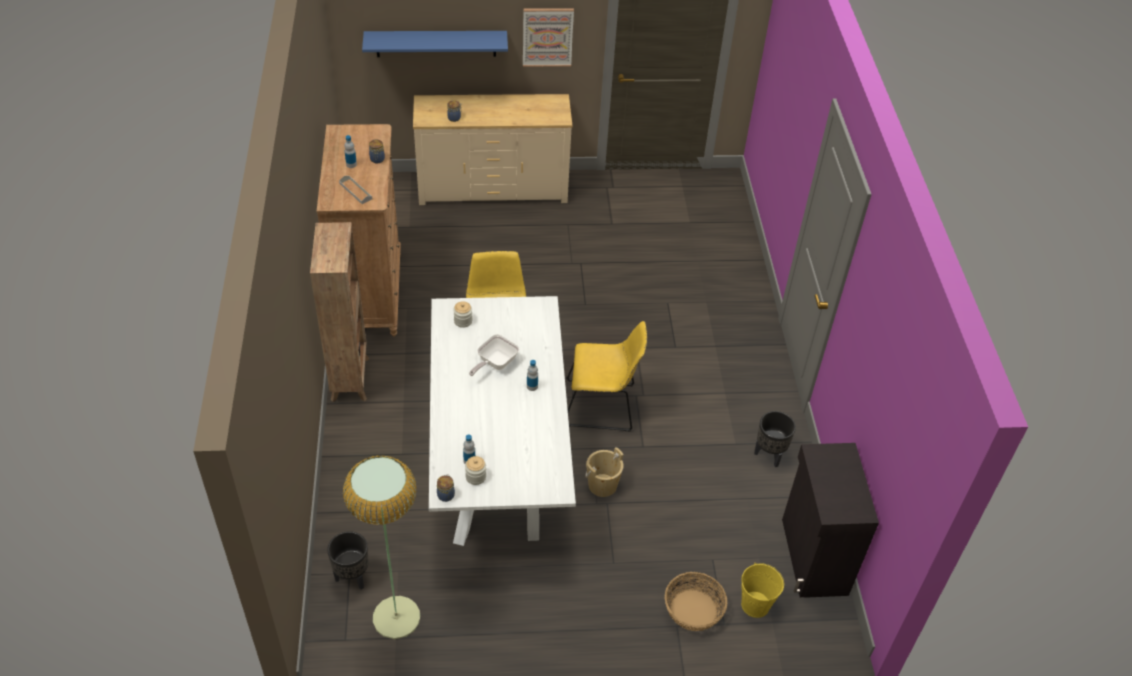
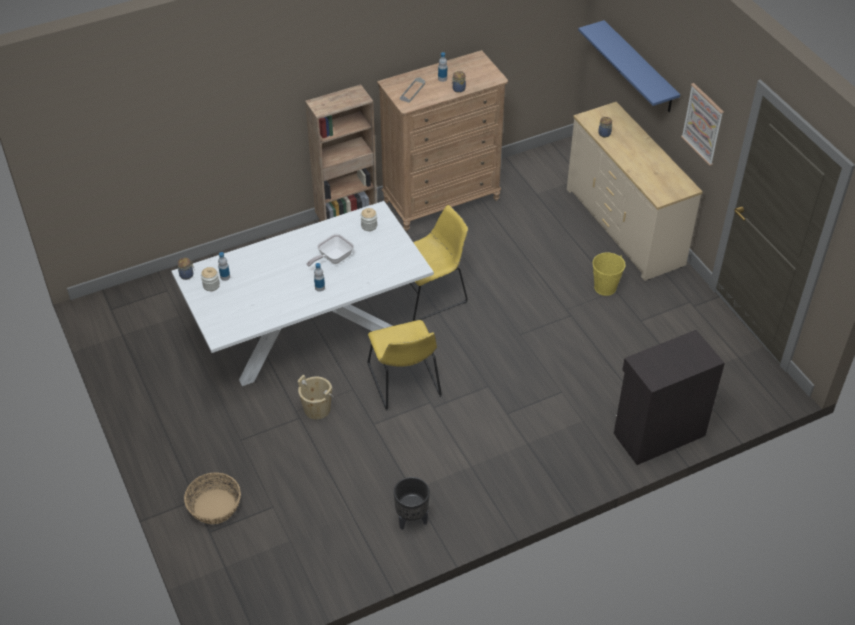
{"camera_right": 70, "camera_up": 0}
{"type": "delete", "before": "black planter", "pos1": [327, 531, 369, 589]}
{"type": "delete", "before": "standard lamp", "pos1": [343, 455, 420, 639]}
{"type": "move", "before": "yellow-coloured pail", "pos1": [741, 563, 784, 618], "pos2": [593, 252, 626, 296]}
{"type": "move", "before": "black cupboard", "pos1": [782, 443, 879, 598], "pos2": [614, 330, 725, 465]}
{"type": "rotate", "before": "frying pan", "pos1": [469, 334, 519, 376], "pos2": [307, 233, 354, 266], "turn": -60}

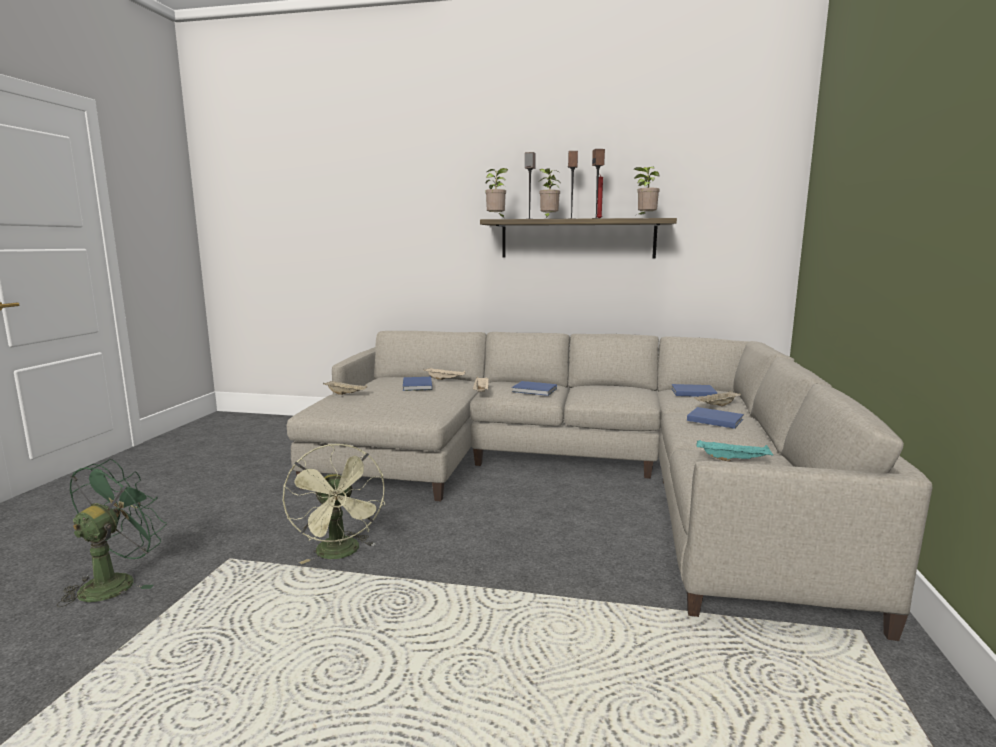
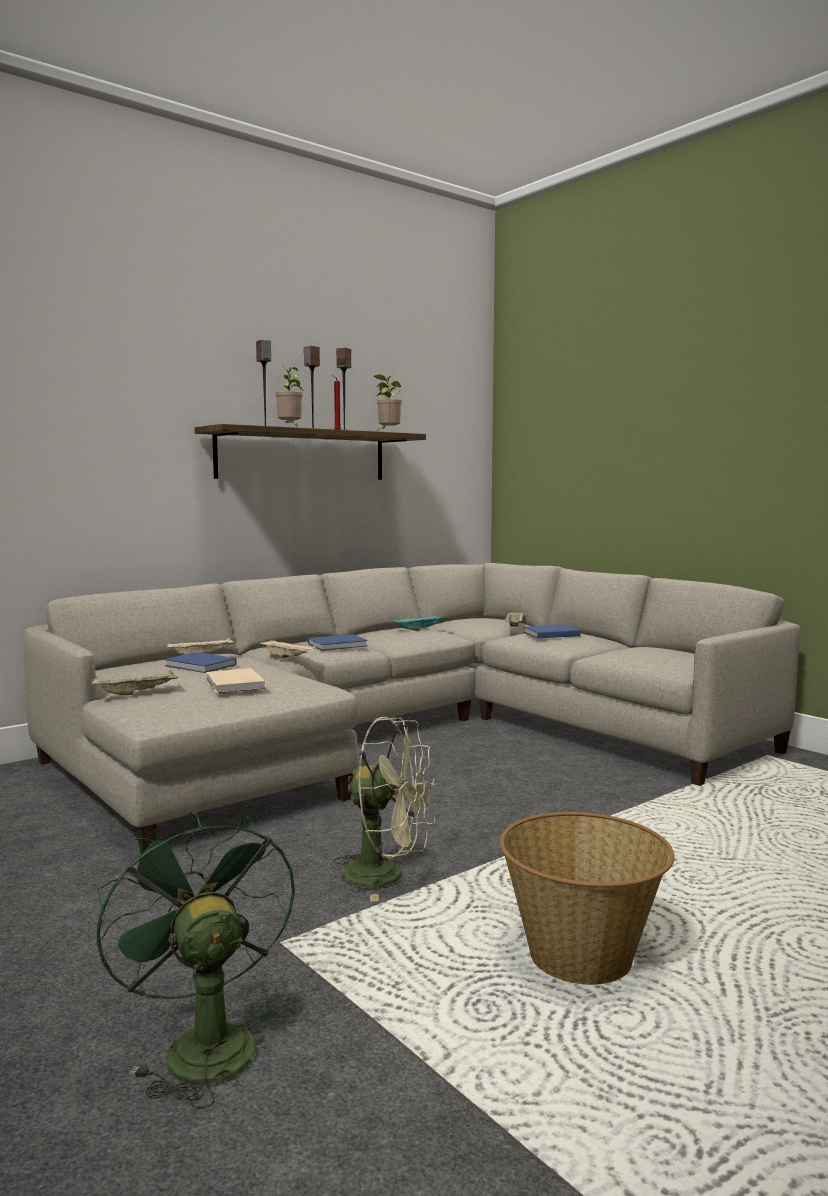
{"camera_right": -50, "camera_up": -5}
{"type": "delete", "before": "potted plant", "pos1": [485, 168, 508, 218]}
{"type": "delete", "before": "blue-coloured volume", "pos1": [671, 384, 717, 397]}
{"type": "insert", "after": "beige-coloured volume", "pos2": [206, 668, 265, 693]}
{"type": "insert", "after": "storage basket", "pos2": [500, 812, 675, 985]}
{"type": "move", "before": "turquoise serving tray", "pos1": [696, 440, 773, 462], "pos2": [393, 614, 448, 631]}

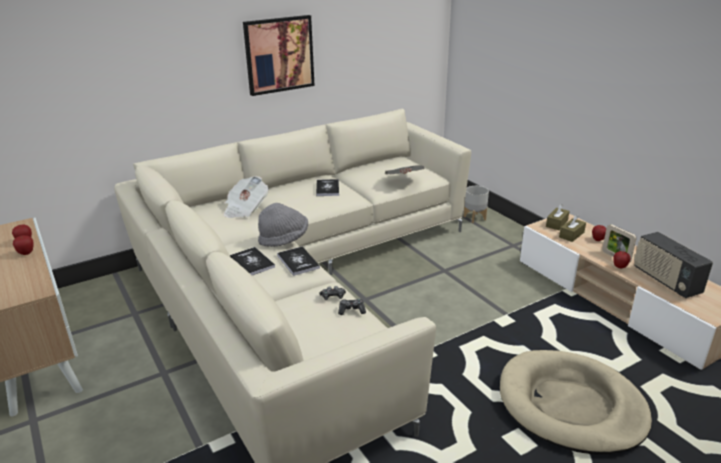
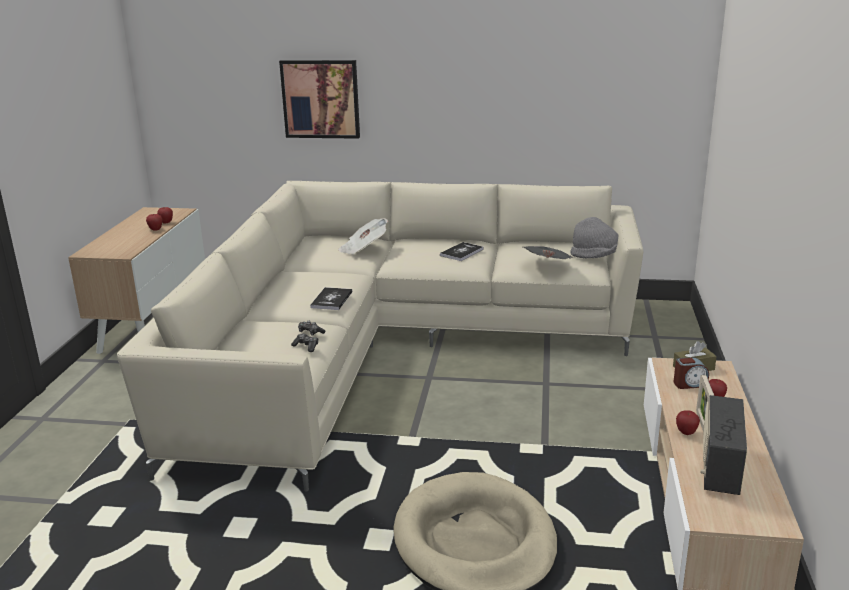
{"camera_right": 40, "camera_up": -5}
{"type": "delete", "before": "volume", "pos1": [230, 247, 275, 275]}
{"type": "delete", "before": "gray planter", "pos1": [464, 186, 489, 223]}
{"type": "move", "before": "wall art", "pos1": [243, 15, 315, 96], "pos2": [279, 60, 360, 139]}
{"type": "move", "before": "gray hat", "pos1": [258, 203, 308, 247], "pos2": [570, 217, 618, 259]}
{"type": "replace", "before": "brown-coloured box of tissues", "after": "bedside clock", "pos1": [559, 215, 586, 242], "pos2": [673, 357, 709, 389]}

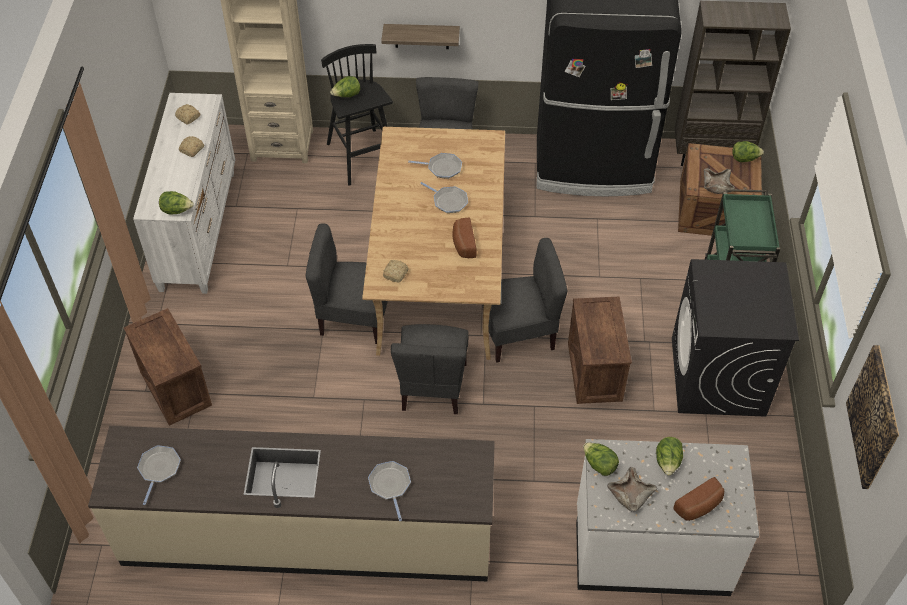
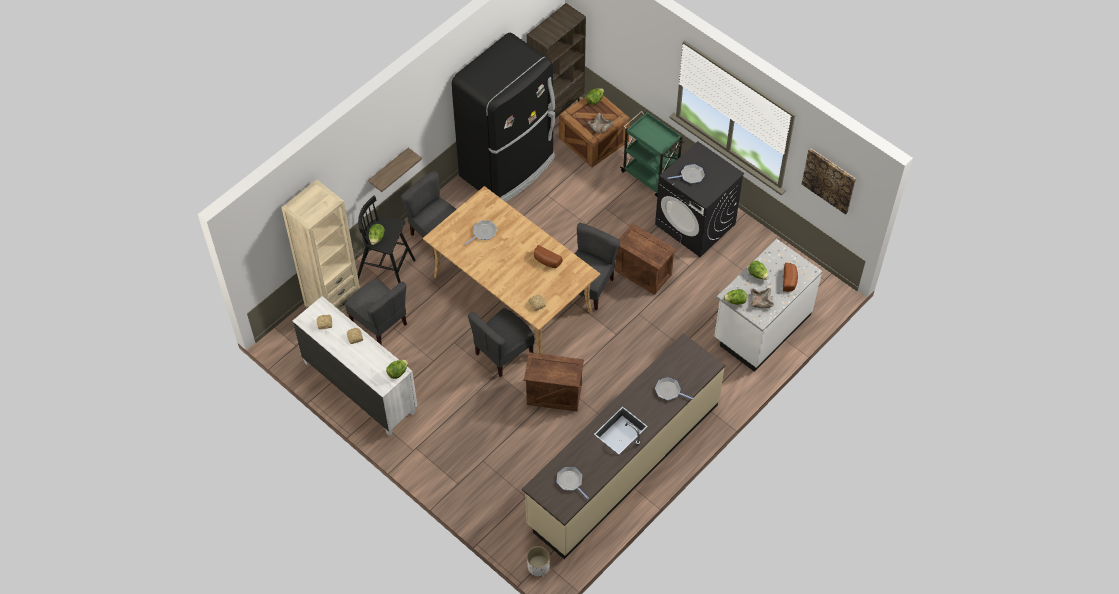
{"camera_right": -50, "camera_up": 5}
{"type": "insert", "after": "white-coloured planter", "pos2": [527, 546, 550, 576]}
{"type": "move", "before": "packing crate", "pos1": [124, 308, 212, 426], "pos2": [524, 352, 584, 411]}
{"type": "move", "before": "gray plain chair", "pos1": [391, 324, 469, 414], "pos2": [345, 278, 407, 344]}
{"type": "move", "before": "frying pan", "pos1": [420, 182, 468, 213], "pos2": [668, 164, 705, 184]}

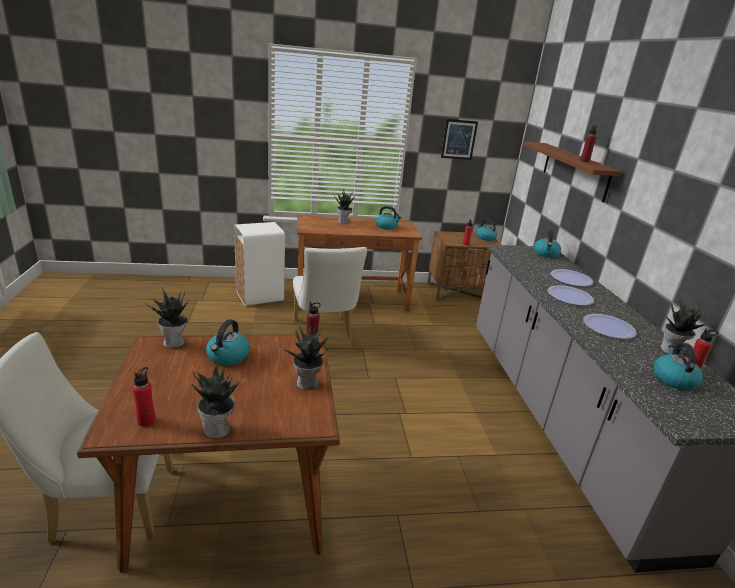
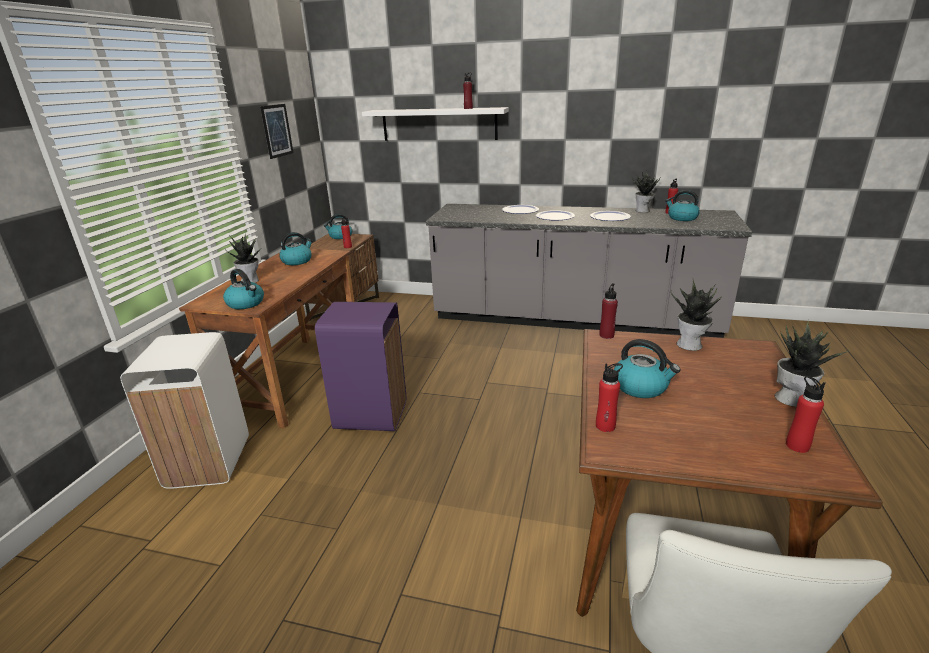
{"camera_right": -65, "camera_up": 0}
{"type": "move", "before": "water kettle", "pos1": [534, 230, 561, 258], "pos2": [223, 269, 264, 309]}
{"type": "replace", "before": "potted plant", "after": "red beverage bottle", "pos1": [146, 288, 189, 348], "pos2": [596, 363, 623, 432]}
{"type": "replace", "before": "white-coloured plain chair", "after": "purplish waste bin", "pos1": [293, 247, 367, 345], "pos2": [315, 302, 406, 431]}
{"type": "recolor", "before": "brown-coloured wall shelf", "after": "white-coloured wall shelf", "pos1": [523, 142, 622, 202], "pos2": [362, 107, 509, 141]}

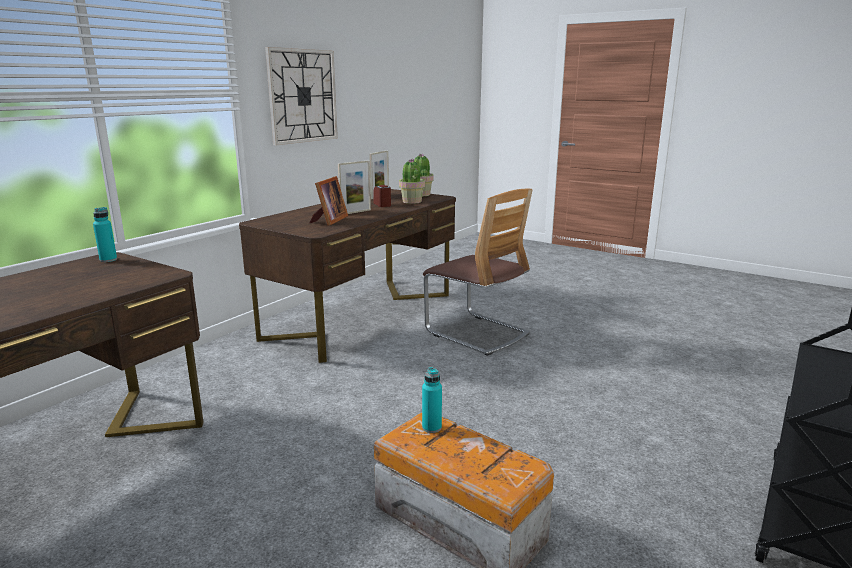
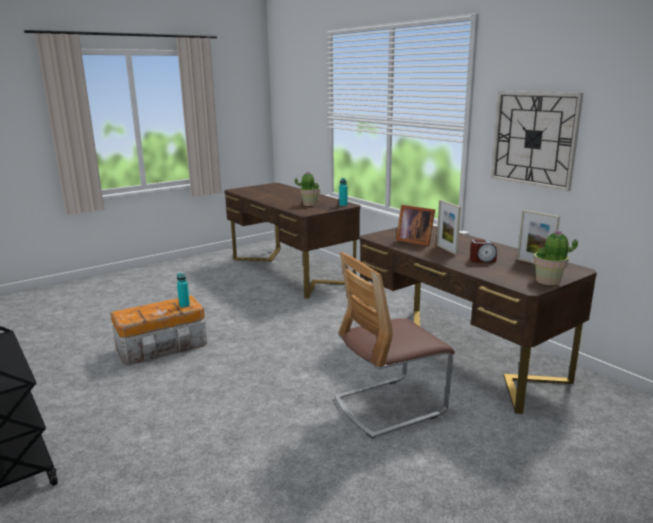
{"camera_right": 110, "camera_up": 0}
{"type": "move", "before": "potted plant", "pos1": [399, 158, 425, 204], "pos2": [295, 172, 320, 206]}

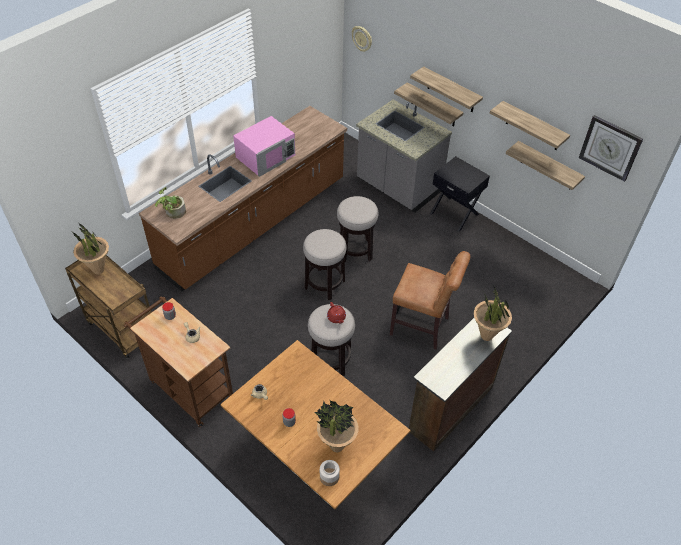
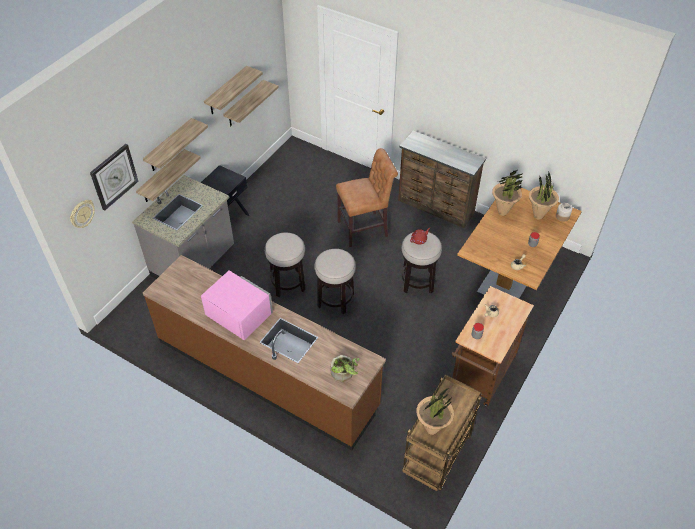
{"camera_right": -100, "camera_up": 0}
{"type": "move", "before": "potted plant", "pos1": [474, 285, 512, 341], "pos2": [492, 170, 523, 216]}
{"type": "move", "before": "wall clock", "pos1": [579, 115, 643, 182], "pos2": [90, 144, 139, 210]}
{"type": "rotate", "before": "brown-coloured plain chair", "pos1": [390, 251, 470, 350], "pos2": [336, 148, 398, 247], "turn": 60}

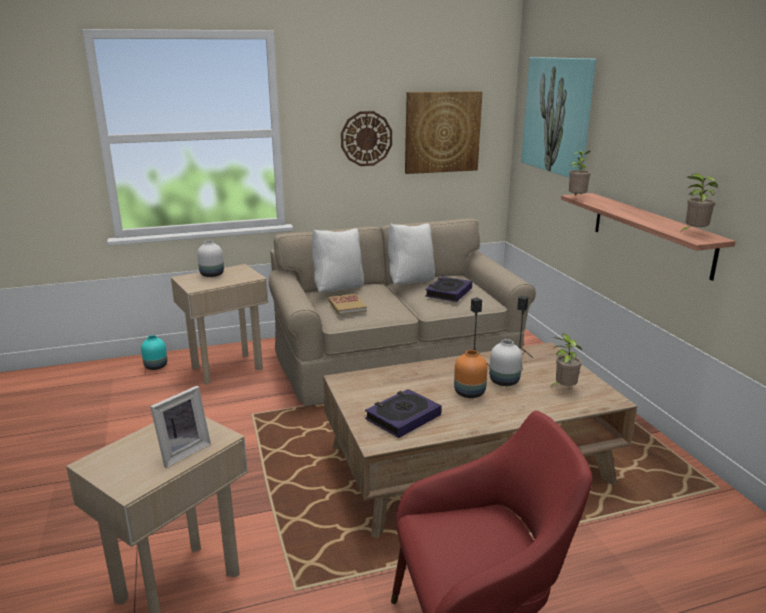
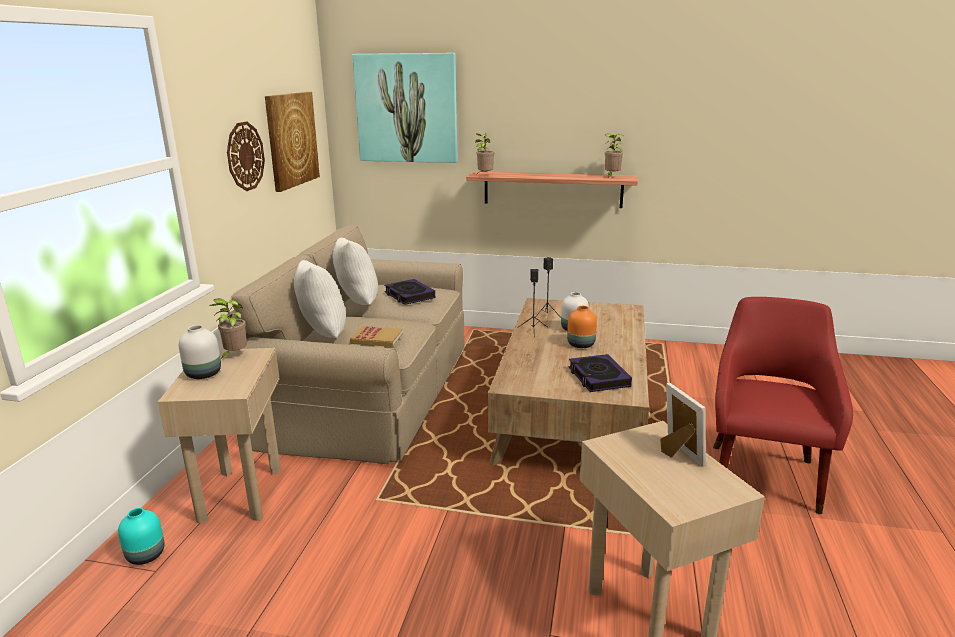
{"camera_right": -60, "camera_up": 0}
{"type": "move", "before": "potted plant", "pos1": [549, 334, 582, 387], "pos2": [209, 298, 247, 358]}

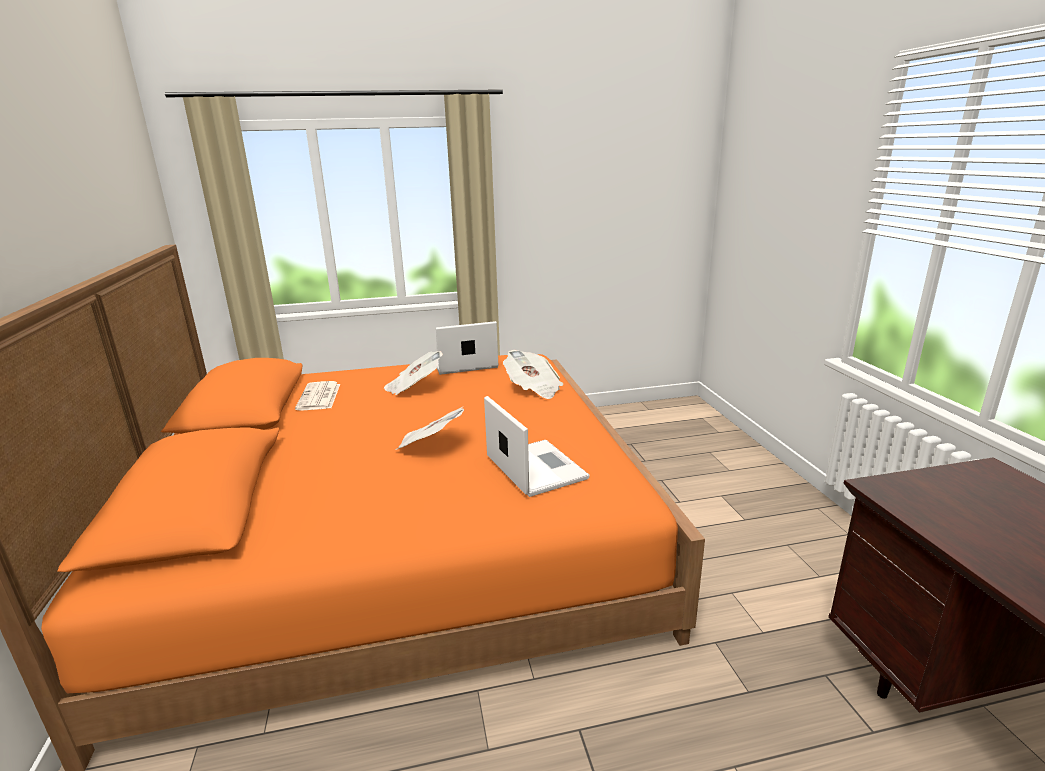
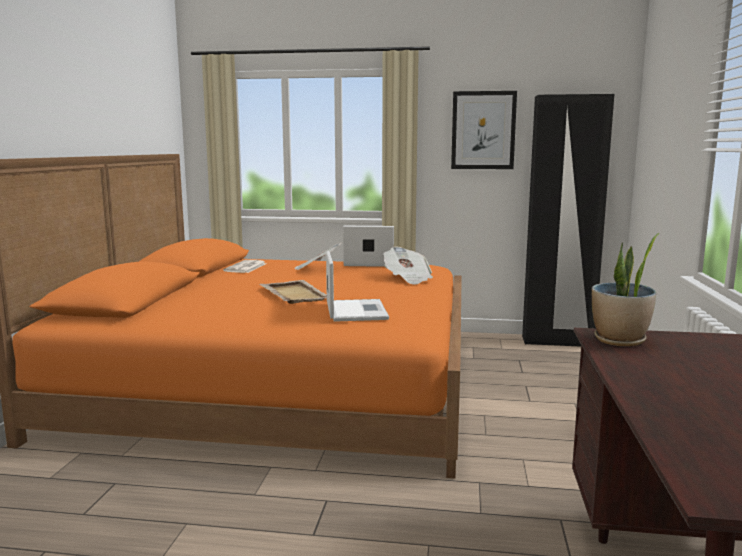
{"camera_right": 20, "camera_up": -10}
{"type": "insert", "after": "wall art", "pos2": [451, 91, 517, 169]}
{"type": "insert", "after": "black clothes cupboard", "pos2": [522, 94, 614, 347]}
{"type": "insert", "after": "potted plant", "pos2": [592, 233, 660, 346]}
{"type": "replace", "before": "daily paper", "after": "beige-coloured serving tray", "pos1": [395, 406, 464, 450], "pos2": [260, 280, 327, 304]}

